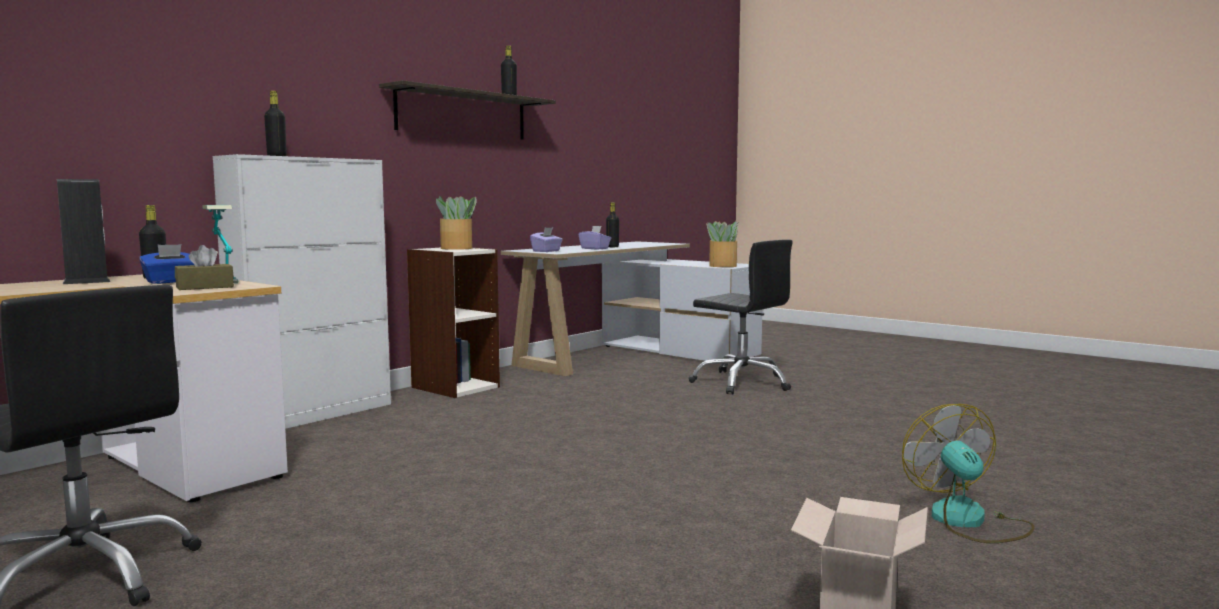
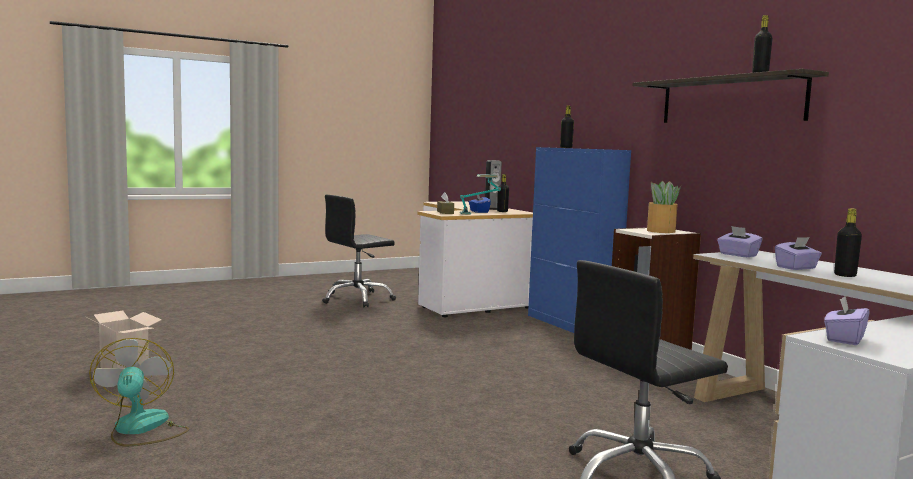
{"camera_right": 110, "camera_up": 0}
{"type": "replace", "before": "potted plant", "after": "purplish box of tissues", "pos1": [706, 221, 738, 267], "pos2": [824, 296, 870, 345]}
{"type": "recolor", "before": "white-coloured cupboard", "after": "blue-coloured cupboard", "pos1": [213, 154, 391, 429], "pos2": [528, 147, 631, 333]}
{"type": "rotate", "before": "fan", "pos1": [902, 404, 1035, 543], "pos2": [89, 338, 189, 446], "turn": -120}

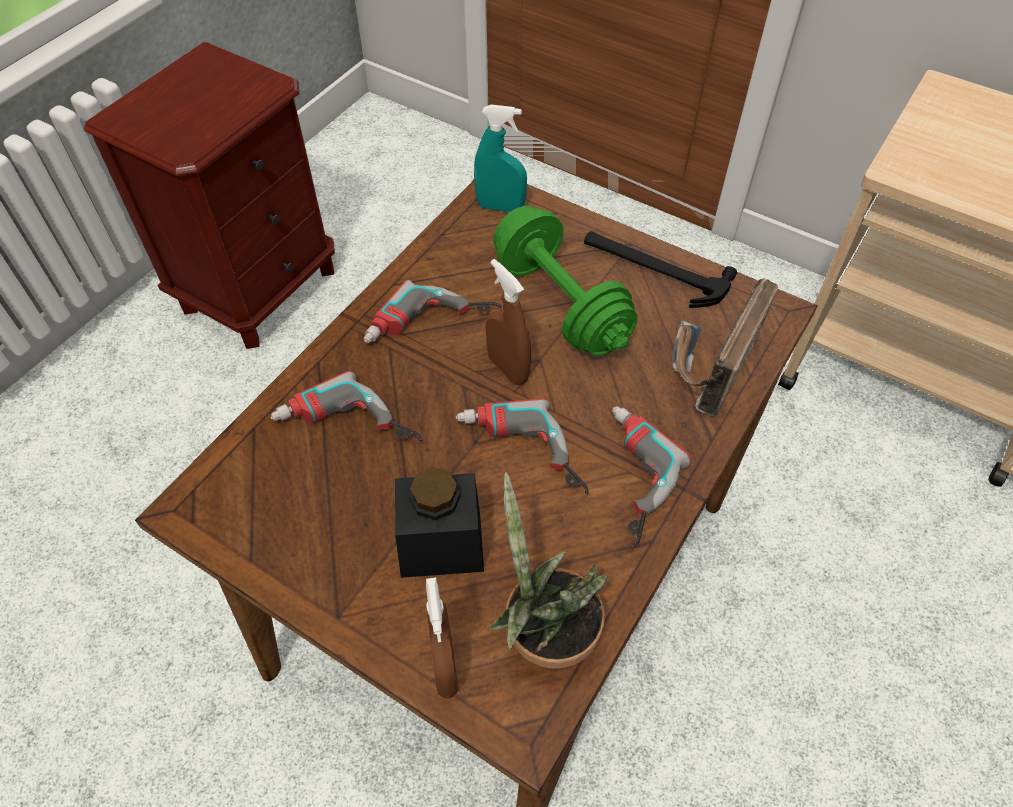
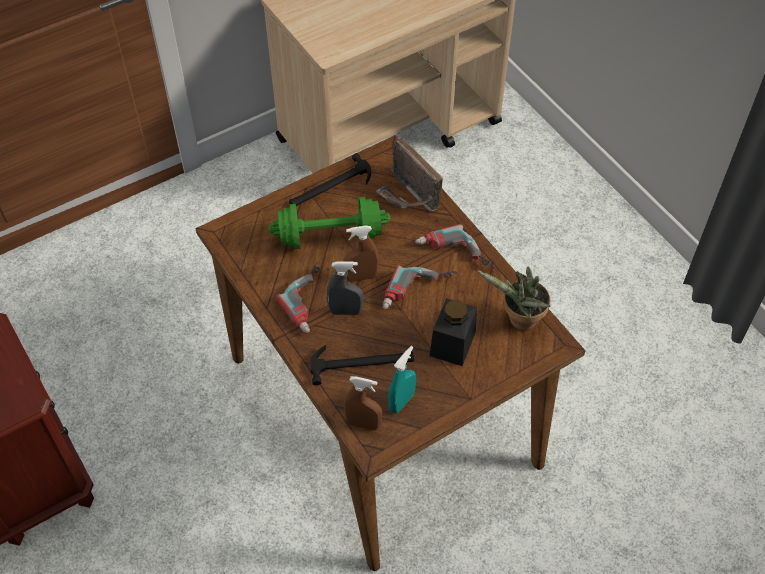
{"camera_right": -65, "camera_up": 0}
{"type": "insert", "after": "gray hand sprayer", "pos2": [327, 261, 364, 315]}
{"type": "move", "before": "brown-coloured hand sprayer", "pos1": [426, 577, 459, 698], "pos2": [344, 376, 382, 430]}
{"type": "move", "before": "turquoise hand sprayer", "pos1": [474, 104, 527, 212], "pos2": [388, 346, 416, 413]}
{"type": "replace", "before": "electric drill", "after": "hammer", "pos1": [270, 371, 422, 441], "pos2": [310, 345, 414, 386]}

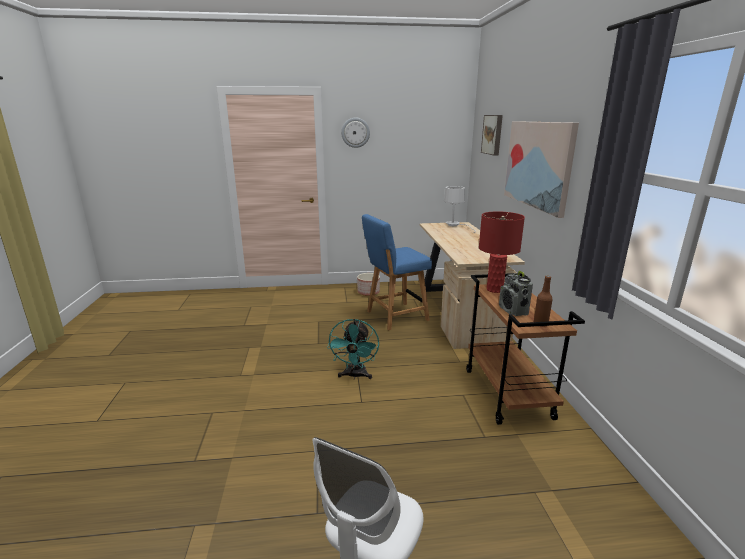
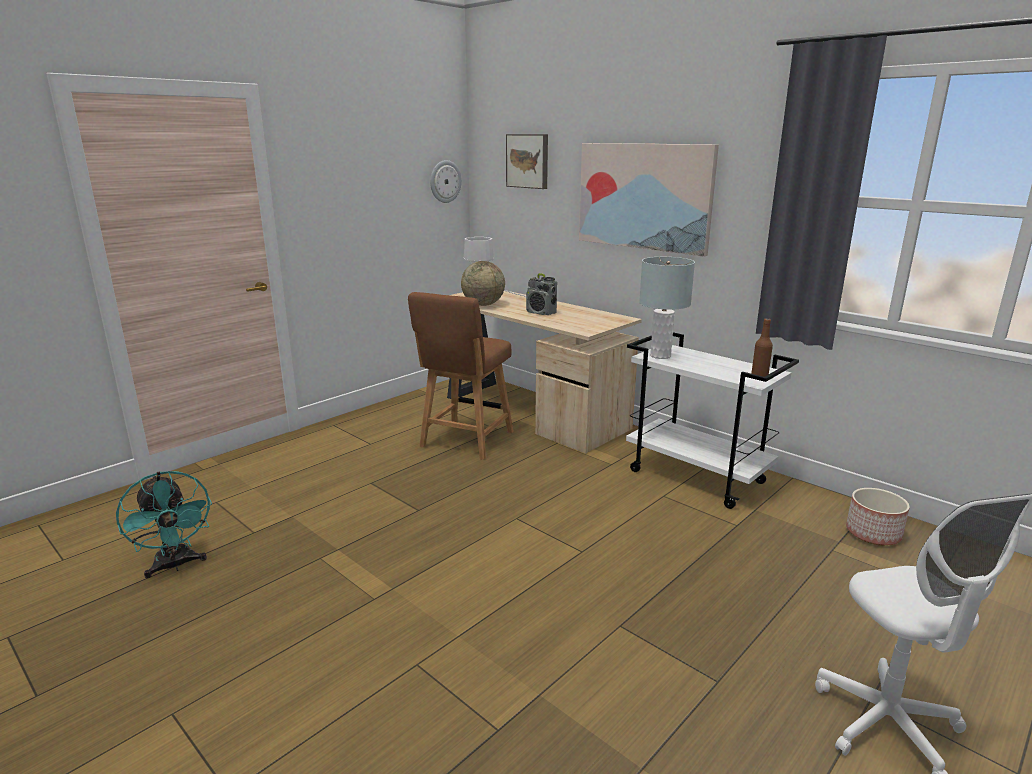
{"camera_right": -40, "camera_up": 0}
{"type": "insert", "after": "globe", "pos2": [461, 261, 505, 306]}
{"type": "move", "before": "turquoise fan", "pos1": [327, 319, 379, 380], "pos2": [116, 471, 212, 578]}
{"type": "move", "before": "wall clock", "pos1": [341, 118, 370, 148], "pos2": [430, 160, 462, 203]}
{"type": "move", "before": "planter", "pos1": [357, 273, 380, 296], "pos2": [846, 488, 910, 545]}
{"type": "move", "before": "radio set", "pos1": [499, 271, 533, 316], "pos2": [526, 273, 557, 315]}
{"type": "recolor", "before": "blue-coloured plain chair", "after": "brown-coloured plain chair", "pos1": [362, 214, 432, 330], "pos2": [408, 292, 514, 460]}
{"type": "recolor", "before": "brown-coloured cart", "after": "white-coloured cart", "pos1": [466, 273, 585, 425], "pos2": [626, 332, 799, 509]}
{"type": "recolor", "before": "red tabletop lamp", "after": "gray tabletop lamp", "pos1": [479, 211, 525, 293], "pos2": [639, 257, 695, 359]}

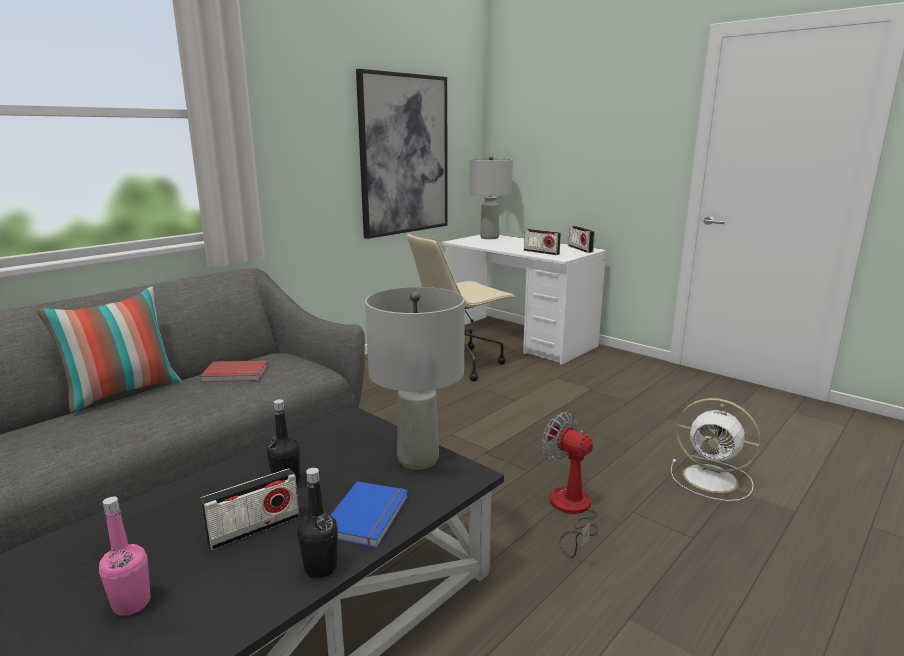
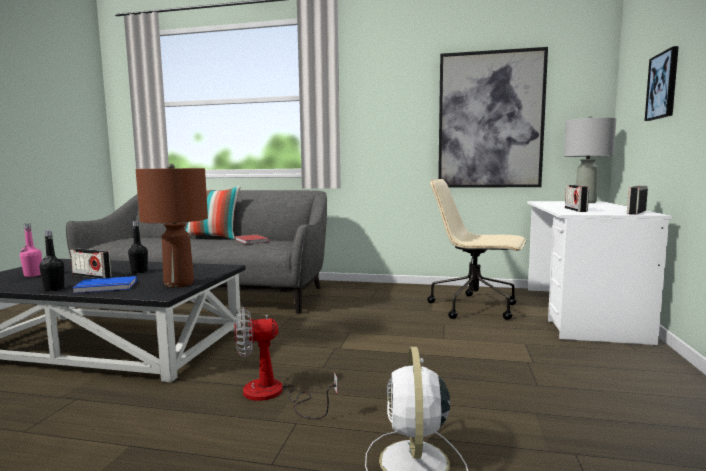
{"camera_right": 60, "camera_up": -10}
{"type": "insert", "after": "wall art", "pos2": [645, 46, 679, 121]}
{"type": "recolor", "before": "gray tabletop lamp", "after": "brown-coloured tabletop lamp", "pos1": [365, 287, 465, 470], "pos2": [136, 164, 208, 287]}
{"type": "rotate", "before": "fan", "pos1": [542, 412, 598, 558], "pos2": [234, 307, 338, 419], "turn": -120}

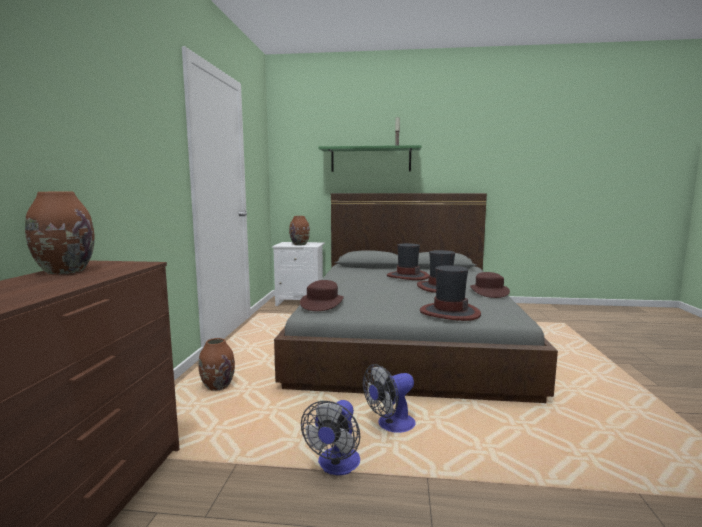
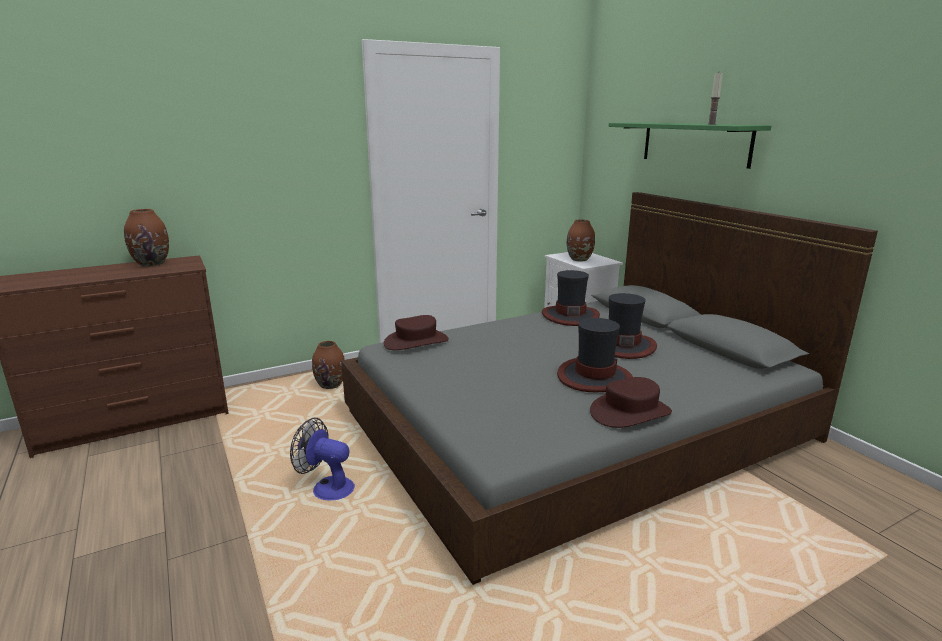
{"camera_right": 55, "camera_up": 10}
{"type": "delete", "before": "fan", "pos1": [301, 400, 360, 475]}
{"type": "move", "before": "hat", "pos1": [420, 265, 481, 321], "pos2": [542, 270, 600, 326]}

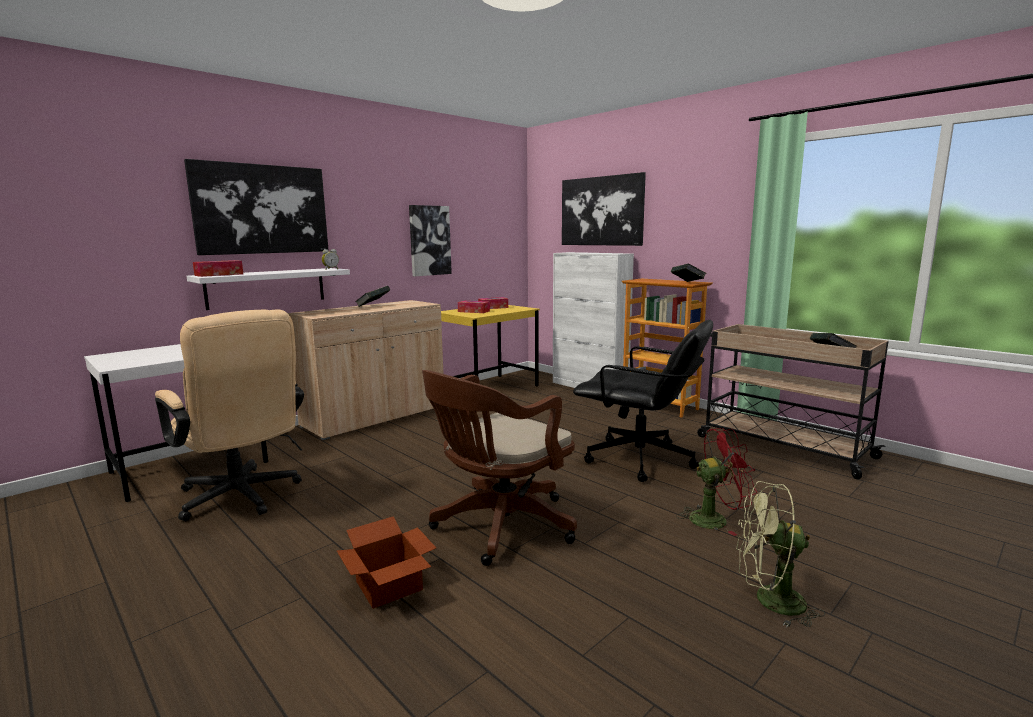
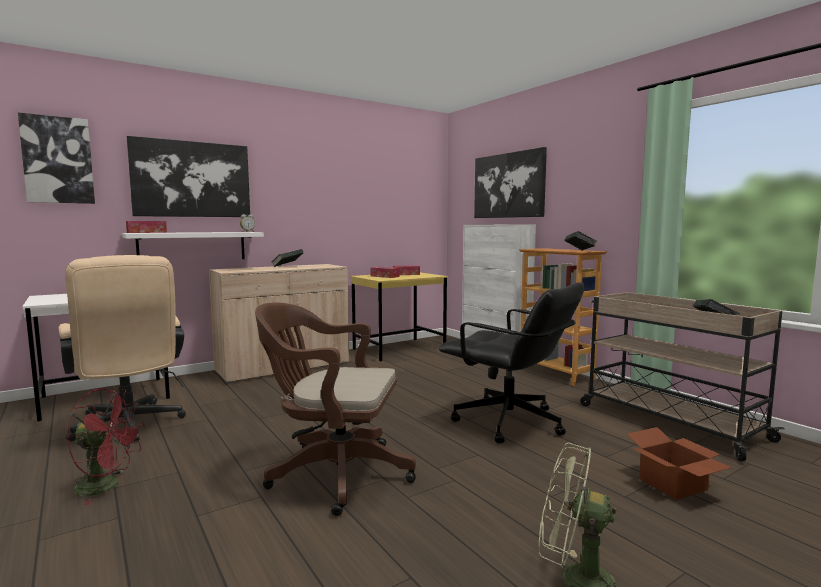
{"camera_right": 10, "camera_up": -5}
{"type": "move", "before": "packing box", "pos1": [337, 516, 436, 609], "pos2": [627, 427, 732, 500]}
{"type": "move", "before": "wall art", "pos1": [409, 205, 452, 276], "pos2": [18, 112, 95, 204]}
{"type": "move", "before": "red fan", "pos1": [677, 428, 757, 536], "pos2": [67, 388, 145, 505]}
{"type": "rotate", "before": "brown-coloured computer chair", "pos1": [422, 370, 577, 566], "pos2": [255, 302, 416, 516], "turn": 45}

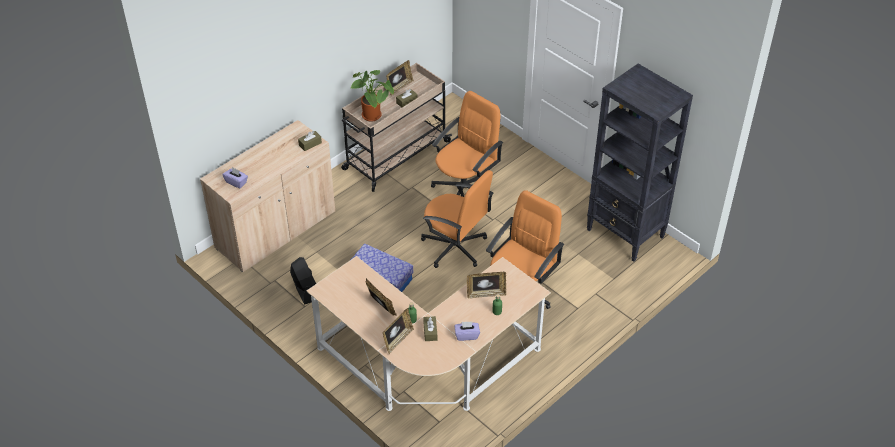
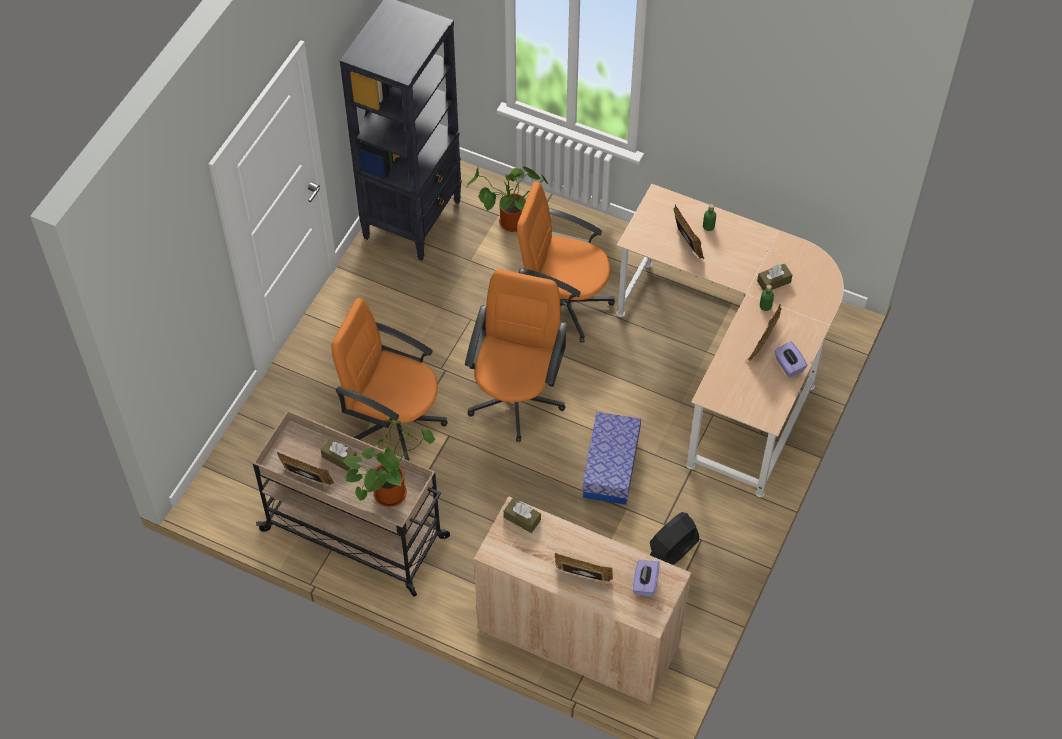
{"camera_right": -110, "camera_up": 10}
{"type": "insert", "after": "potted plant", "pos2": [467, 166, 548, 232]}
{"type": "move", "before": "photo frame", "pos1": [383, 308, 414, 354], "pos2": [555, 553, 613, 582]}
{"type": "move", "before": "purplish box of tissues", "pos1": [454, 322, 480, 341], "pos2": [774, 341, 807, 378]}

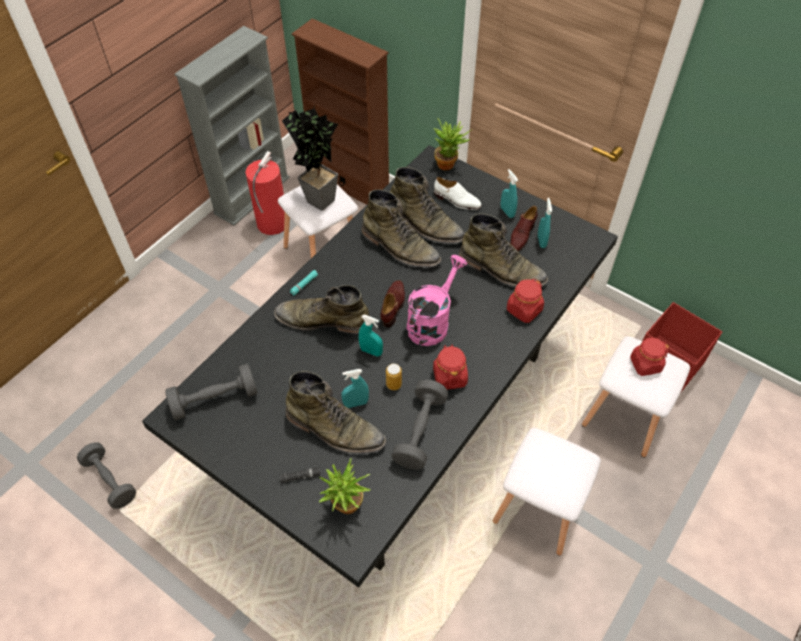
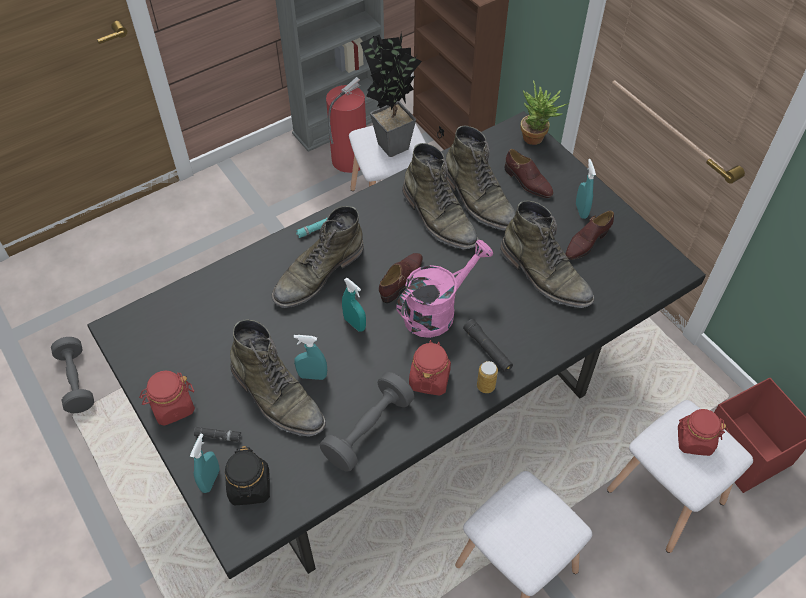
{"camera_right": 20, "camera_up": 0}
{"type": "delete", "before": "gray hand weight", "pos1": [165, 364, 258, 420]}
{"type": "insert", "after": "black hand torch", "pos2": [463, 319, 513, 372]}
{"type": "move", "before": "can", "pos1": [386, 363, 402, 390], "pos2": [477, 361, 498, 393]}
{"type": "move", "before": "red jar", "pos1": [507, 279, 544, 323], "pos2": [139, 370, 195, 426]}
{"type": "move", "before": "turquoise hand sprayer", "pos1": [538, 198, 552, 248], "pos2": [190, 433, 219, 493]}
{"type": "replace", "before": "potted plant", "after": "black jar", "pos1": [319, 458, 370, 514], "pos2": [225, 446, 270, 505]}
{"type": "recolor", "before": "white-coloured low shoe", "after": "brown-coloured low shoe", "pos1": [434, 177, 482, 210], "pos2": [505, 149, 553, 198]}
{"type": "rotate", "before": "greenish high-top boot", "pos1": [274, 285, 370, 334], "pos2": [271, 206, 364, 308], "turn": -75}

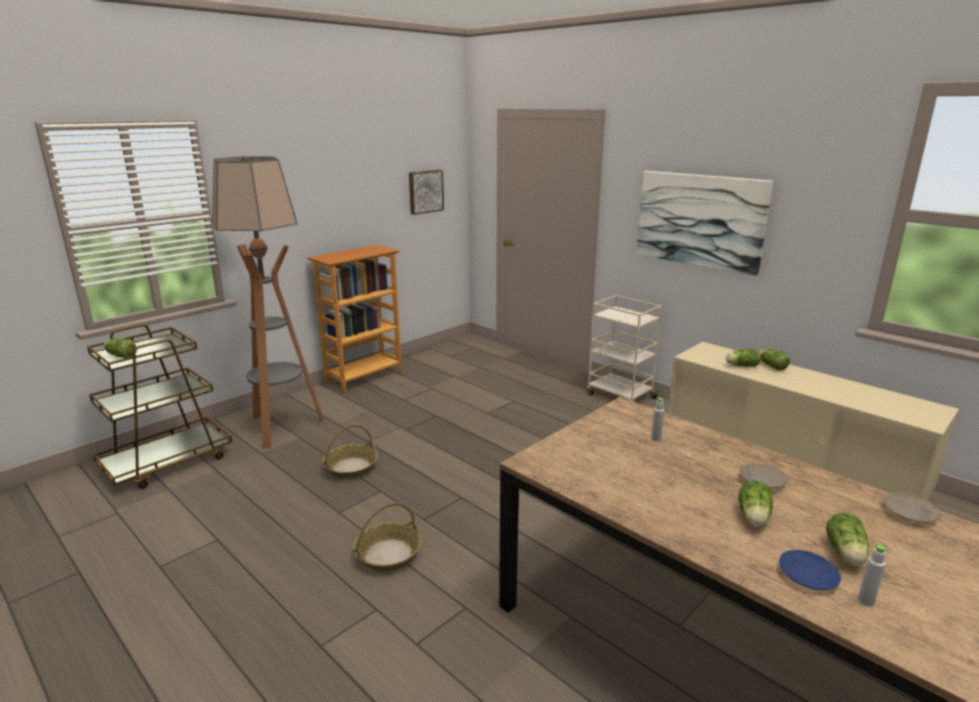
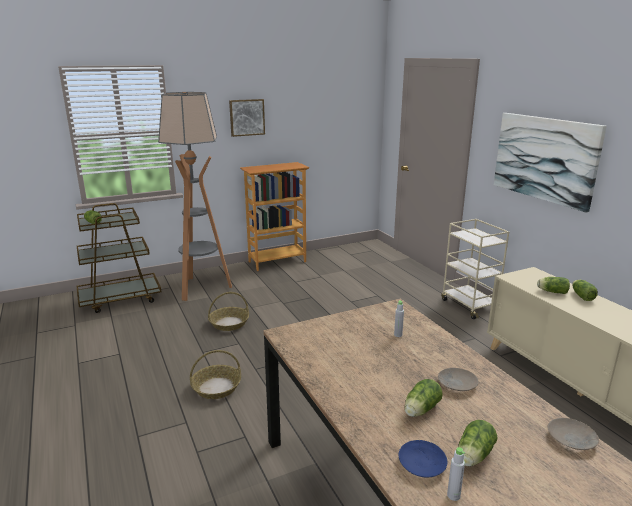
{"camera_right": 20, "camera_up": 0}
{"type": "move", "before": "wall art", "pos1": [409, 170, 444, 215], "pos2": [229, 99, 265, 137]}

